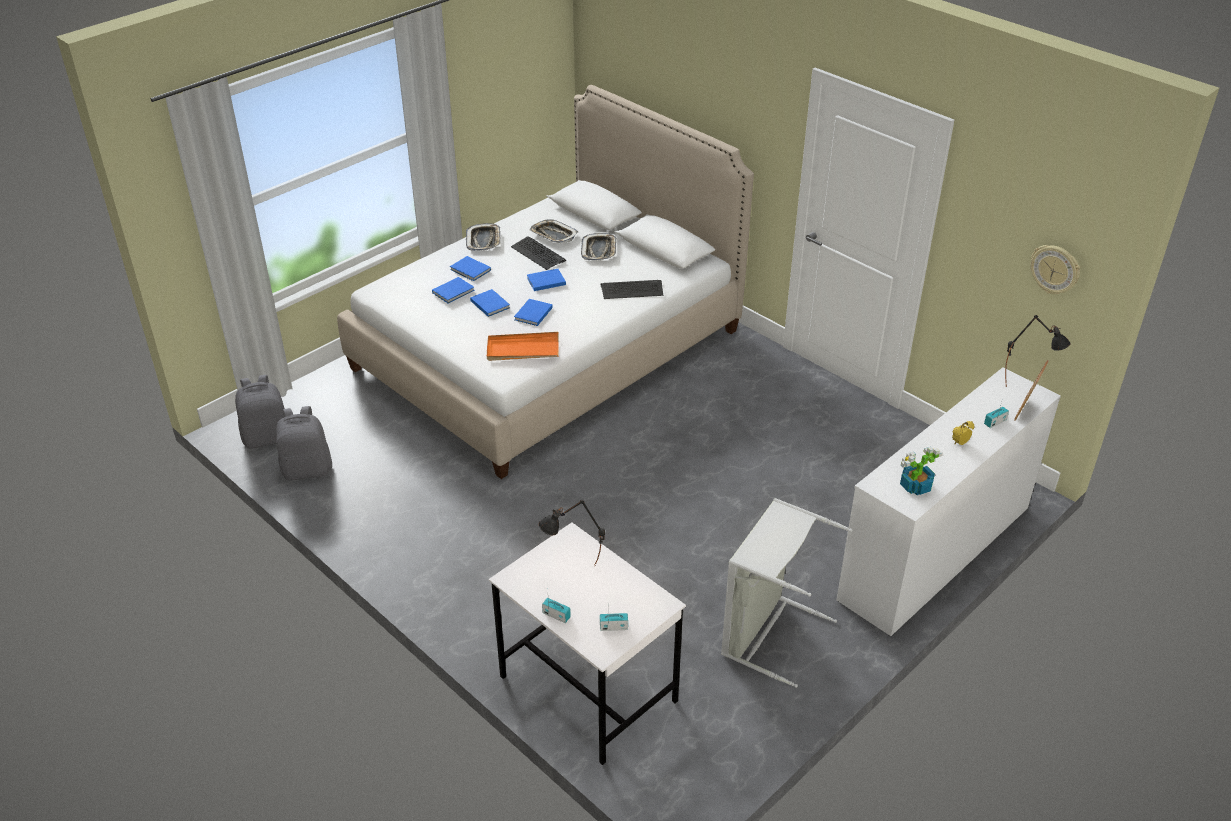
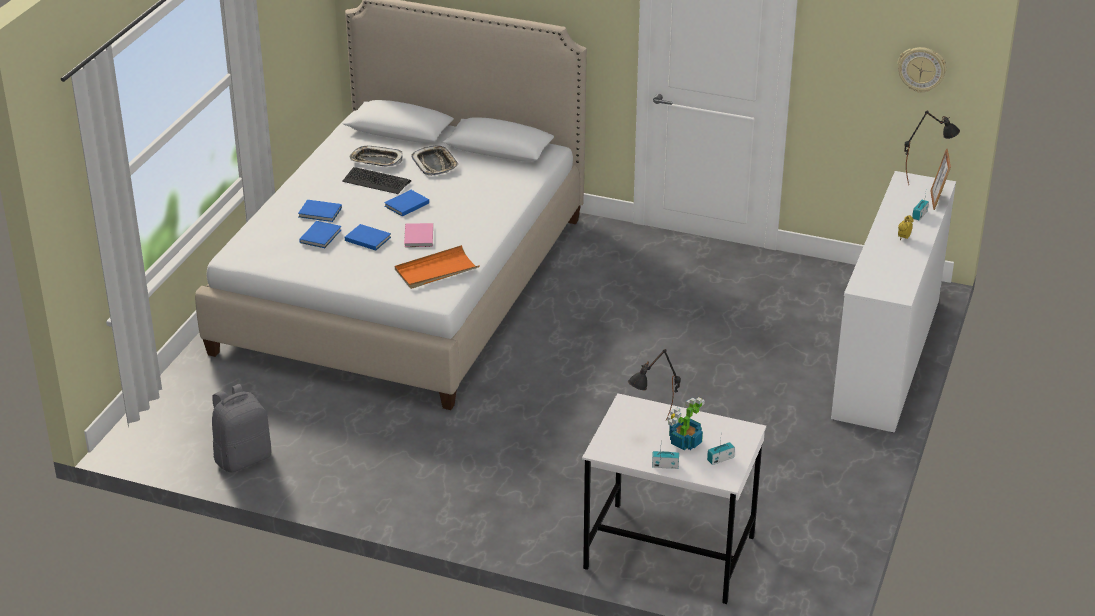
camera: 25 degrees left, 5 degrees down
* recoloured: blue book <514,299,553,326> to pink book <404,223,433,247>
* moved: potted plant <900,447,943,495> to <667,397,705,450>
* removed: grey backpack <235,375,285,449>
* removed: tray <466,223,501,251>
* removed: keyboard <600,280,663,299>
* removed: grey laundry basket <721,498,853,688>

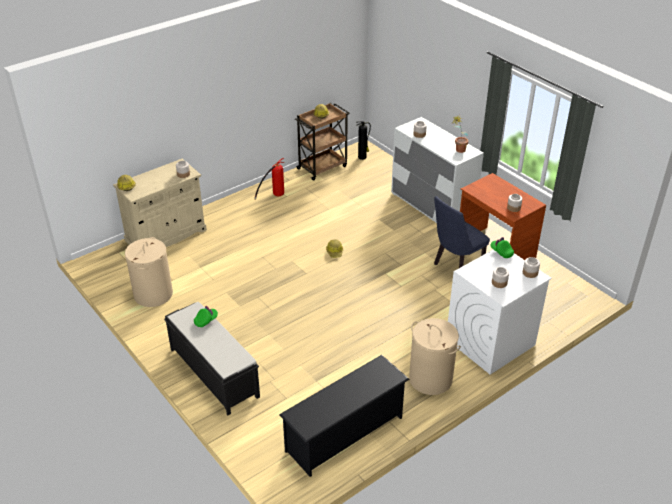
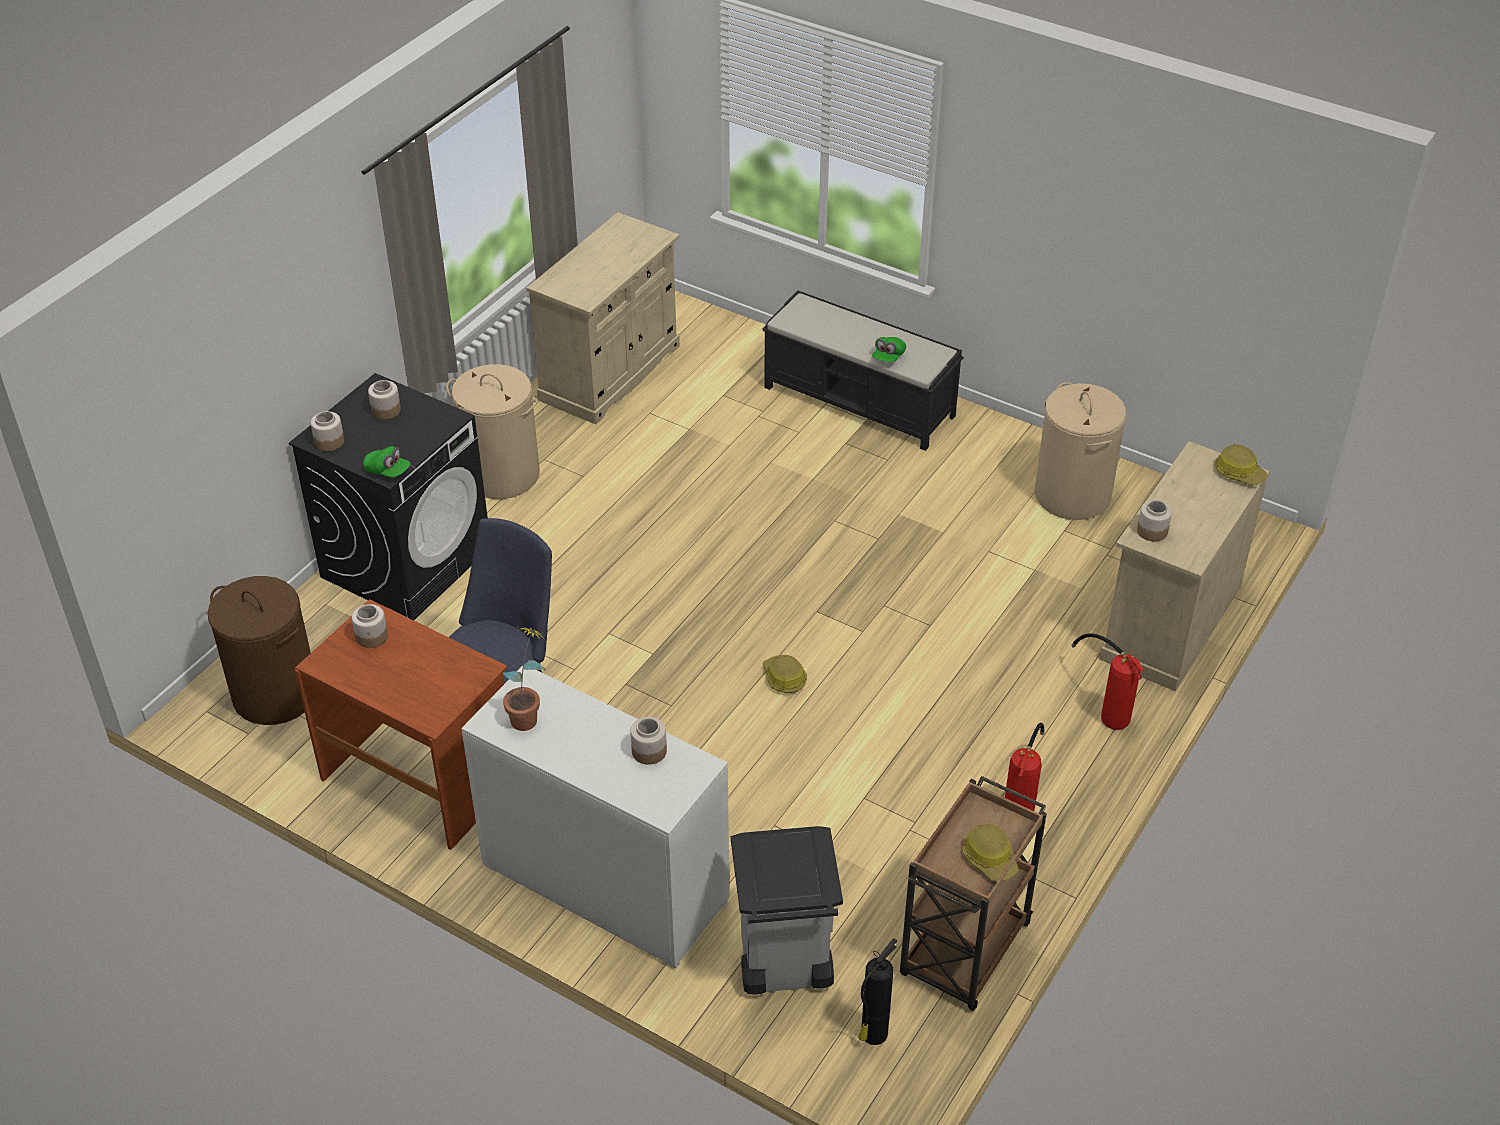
camera: 160 degrees right, 5 degrees up
* added: brown laundry basket <207,576,311,725>
* recoloured: white washing machine <448,250,552,375> to black washing machine <289,373,488,620>
* replaced: black shoe rack <279,355,410,477> to beige cabinet <526,212,680,424>
* added: grey trash can <731,826,843,995>
* added: fire extinguisher <1071,634,1144,730>

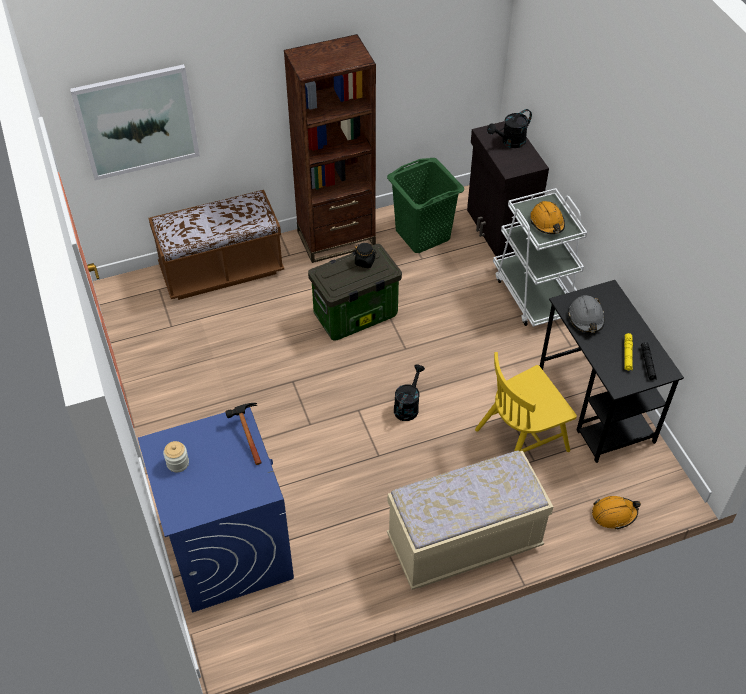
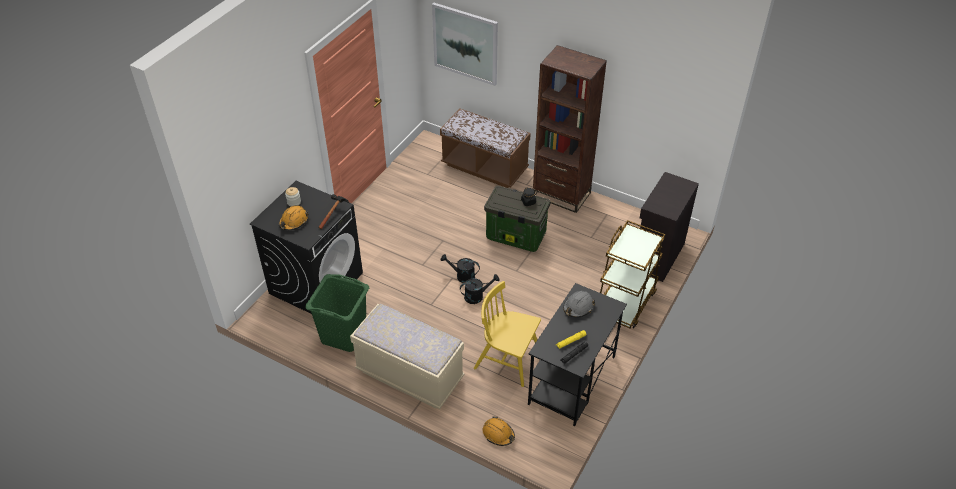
camera: 50 degrees right, 5 degrees down
* recoloured: blue washing machine <138,407,294,613> to black washing machine <250,181,363,314>
* moved: orange hard hat <530,201,565,234> to <279,205,309,230>
* moved: green laundry basket <387,158,464,253> to <305,274,369,352>
* moved: black watering can <487,109,532,148> to <441,254,480,283>
* recoloured: white cart <493,188,587,327> to brown cart <600,220,665,328>

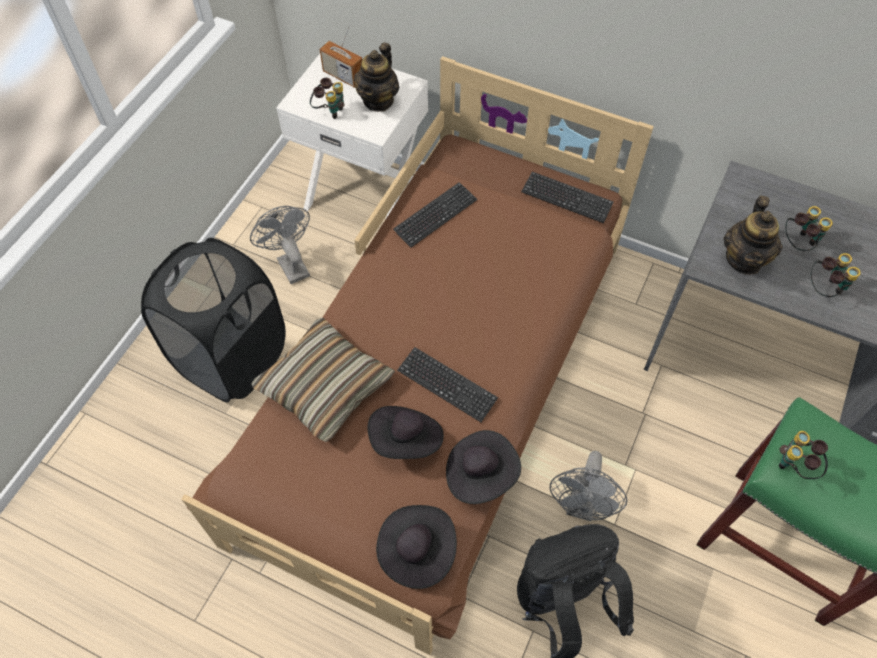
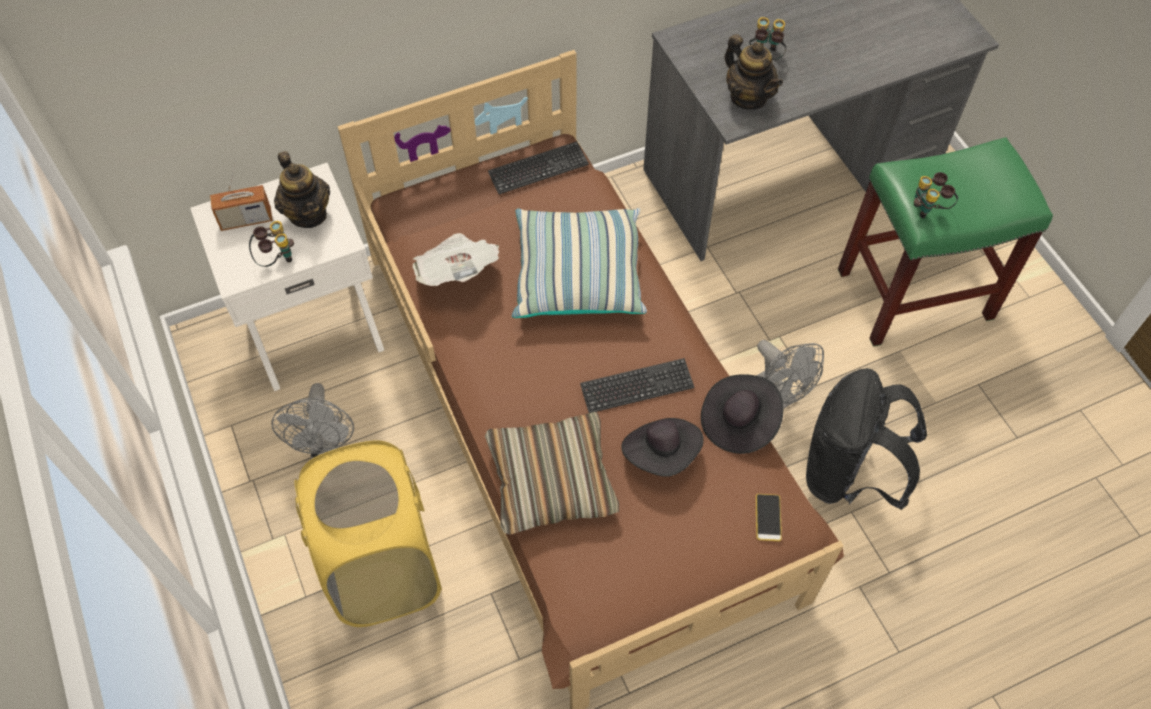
camera: 50 degrees left, 0 degrees up
* turned: grey fan <250,206,310,284> = <271,383,354,459> 105 degrees counterclockwise
* recoloured: black laundry basket <141,238,286,402> to yellow laundry basket <294,440,442,627>
* replaced: keyboard <393,182,477,248> to newspaper <413,233,499,286>
* added: pillow <512,208,647,318>
* replaced: black hat <376,505,457,589> to phone <756,494,782,541>
* removed: binoculars <811,253,861,297>

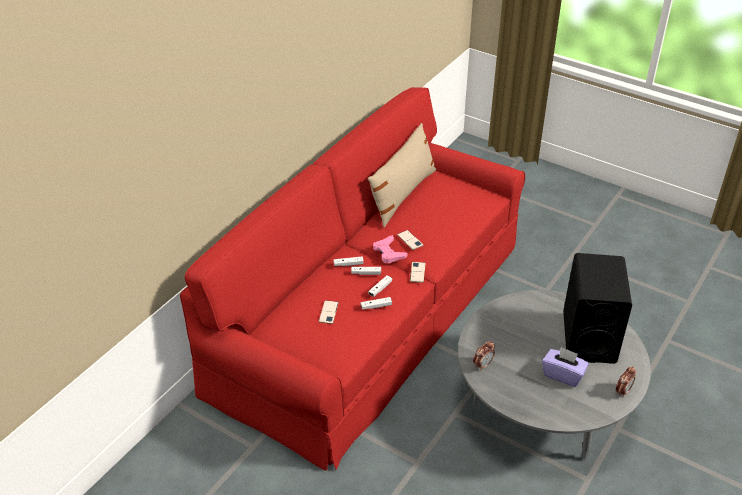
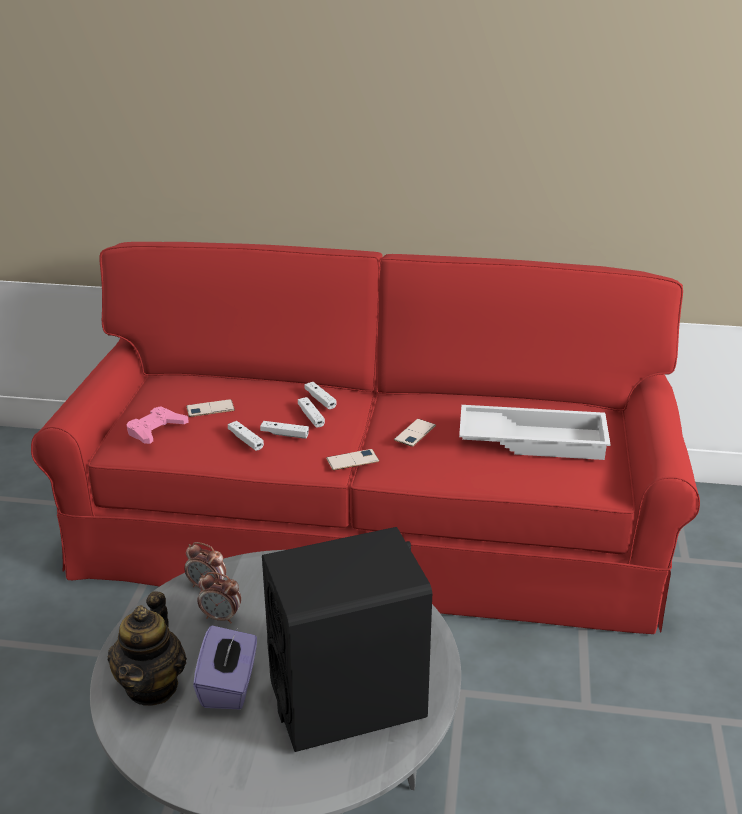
camera: 65 degrees right, 10 degrees down
* added: teapot <107,591,187,706>
* moved: pink game controller <373,235,407,264> to <126,406,189,444>
* moved: alarm clock <616,366,636,398> to <197,572,241,624>
* added: white tray <459,405,611,460>
* removed: beige pillow <368,123,437,228>

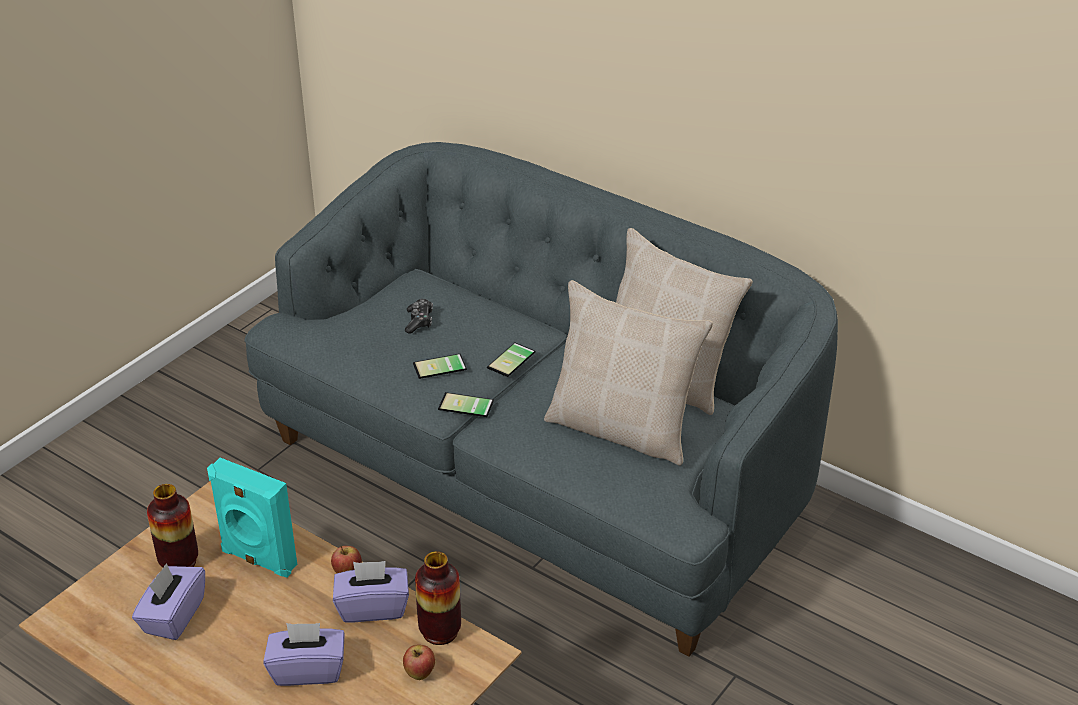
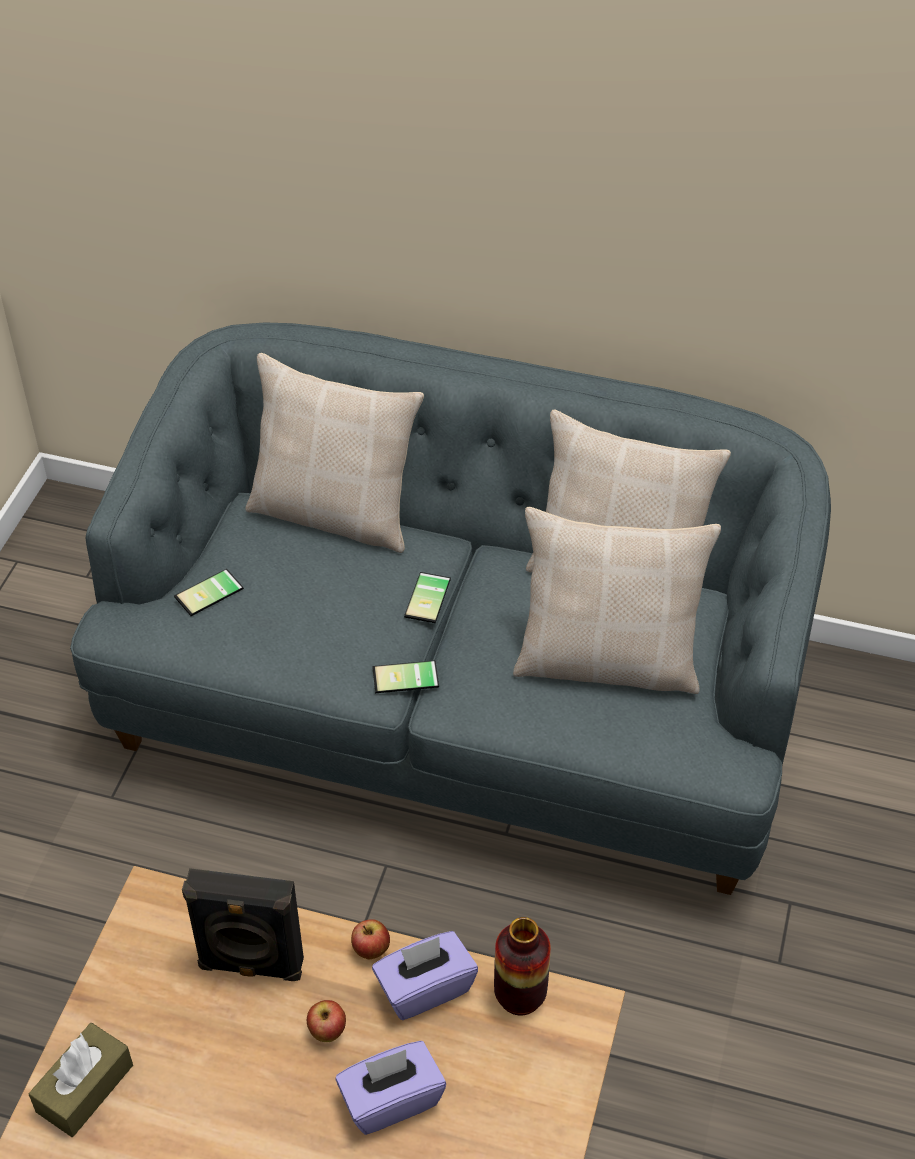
camera: 20 degrees left, 10 degrees up
* added: brown tissue box <29,1023,133,1137>
* moved: phone <413,354,467,379> to <174,569,244,616>
* recoloured: turquoise speaker <207,458,297,578> to black speaker <182,868,304,981>
* added: beige pillow <245,353,424,553>
* moved: apple <403,645,435,680> to <307,1000,346,1042>
* removed: purple tissue box <132,563,205,640>
* removed: vase <147,484,198,567>
* removed: game controller <405,299,433,334>

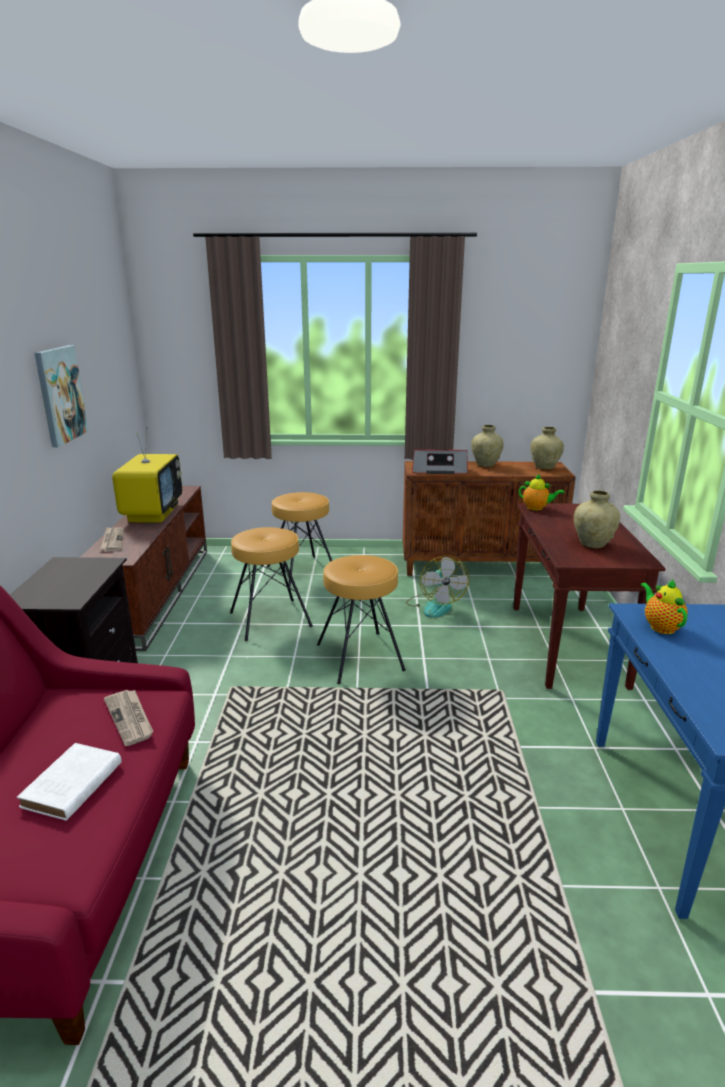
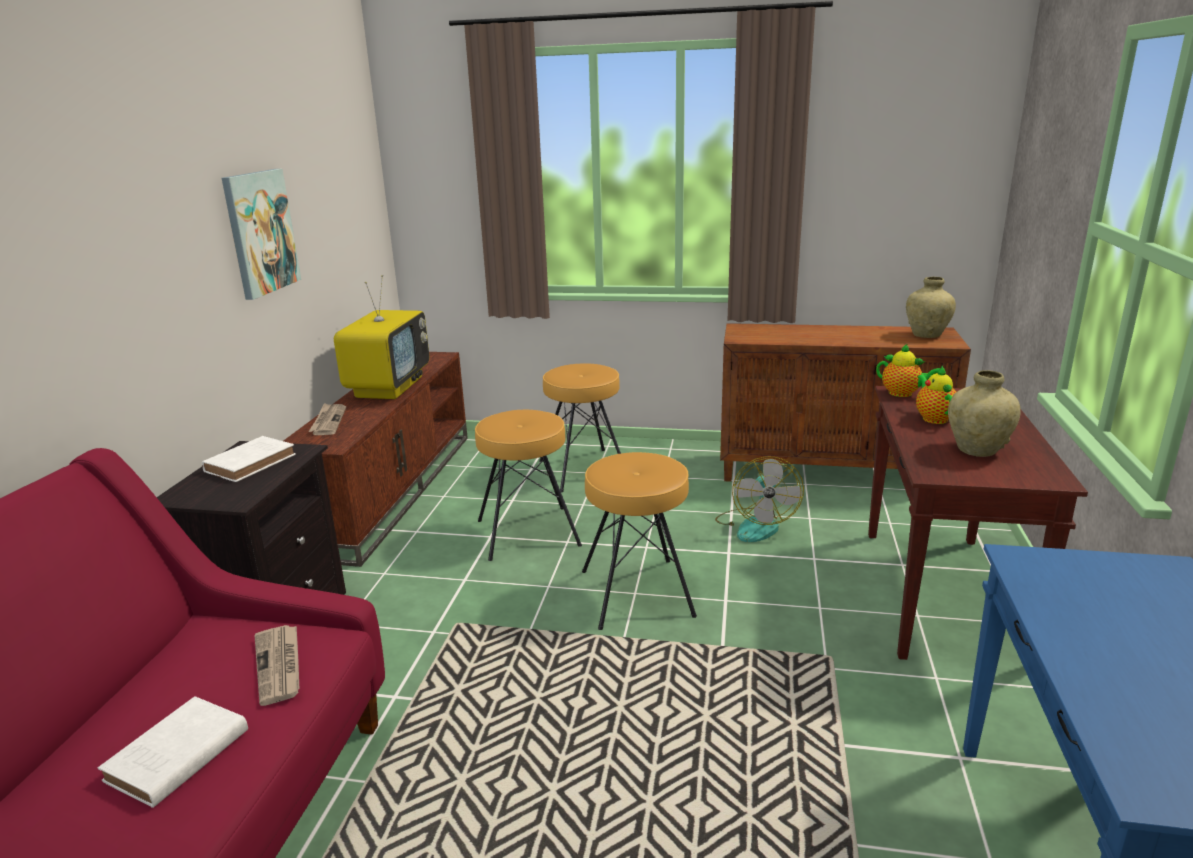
camera: 10 degrees right, 0 degrees up
* added: white book <202,436,296,482>
* moved: teapot <640,579,688,634> to <916,366,956,424>
* removed: radio <412,449,468,474>
* removed: beige vase <471,425,504,467>

